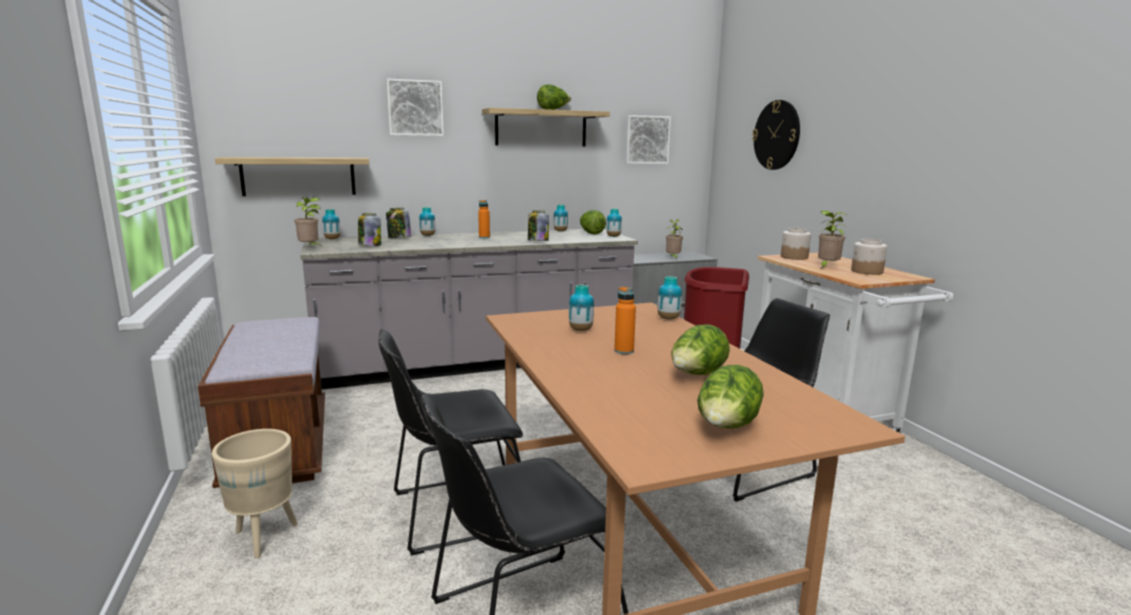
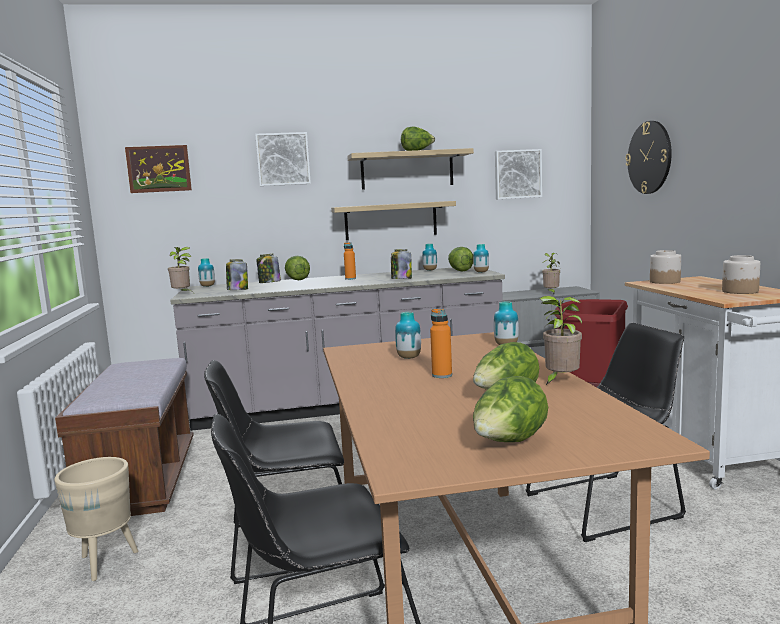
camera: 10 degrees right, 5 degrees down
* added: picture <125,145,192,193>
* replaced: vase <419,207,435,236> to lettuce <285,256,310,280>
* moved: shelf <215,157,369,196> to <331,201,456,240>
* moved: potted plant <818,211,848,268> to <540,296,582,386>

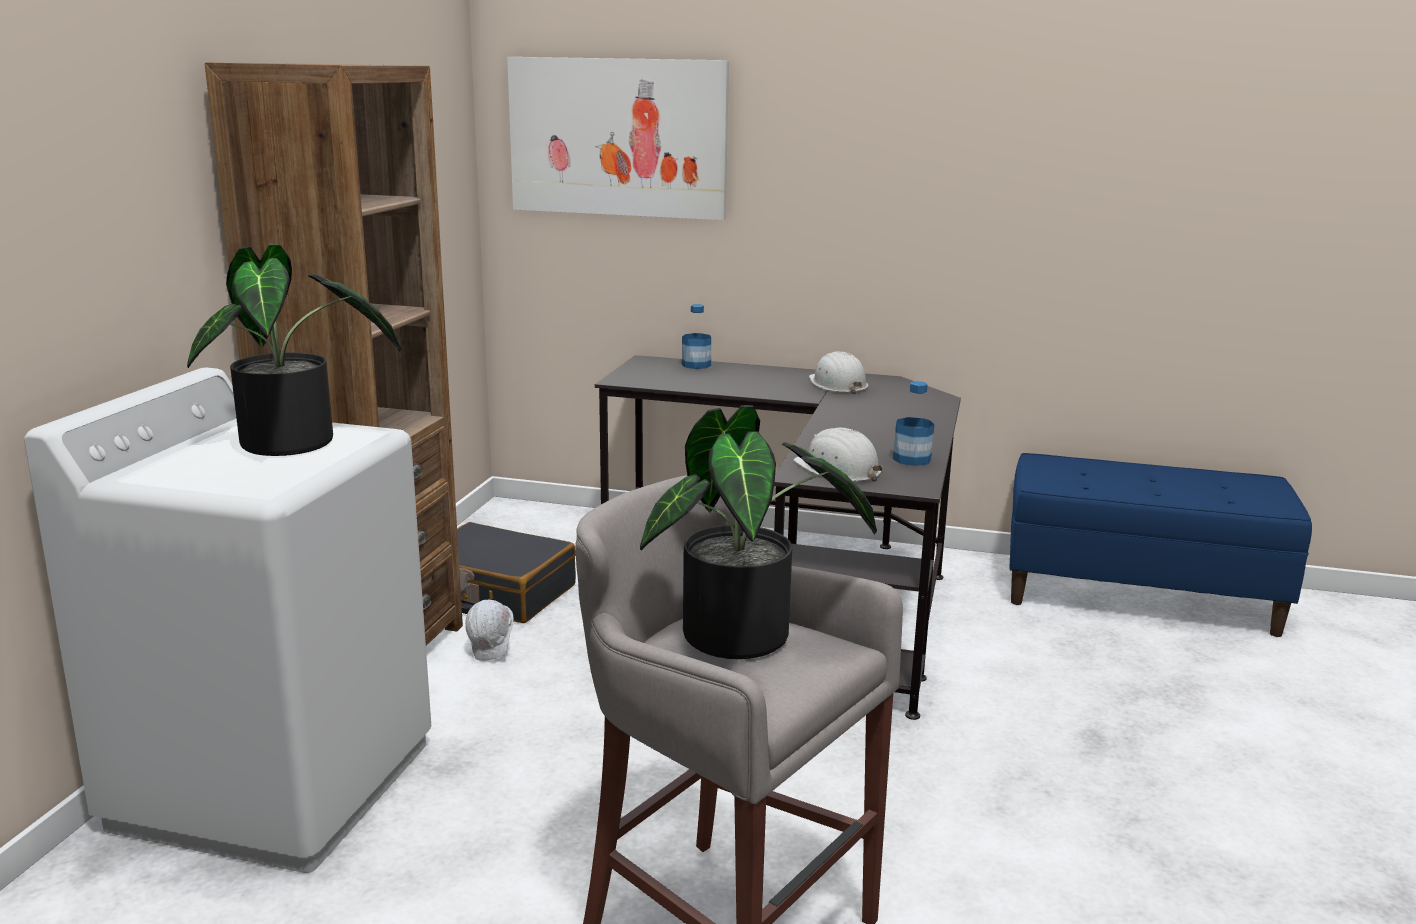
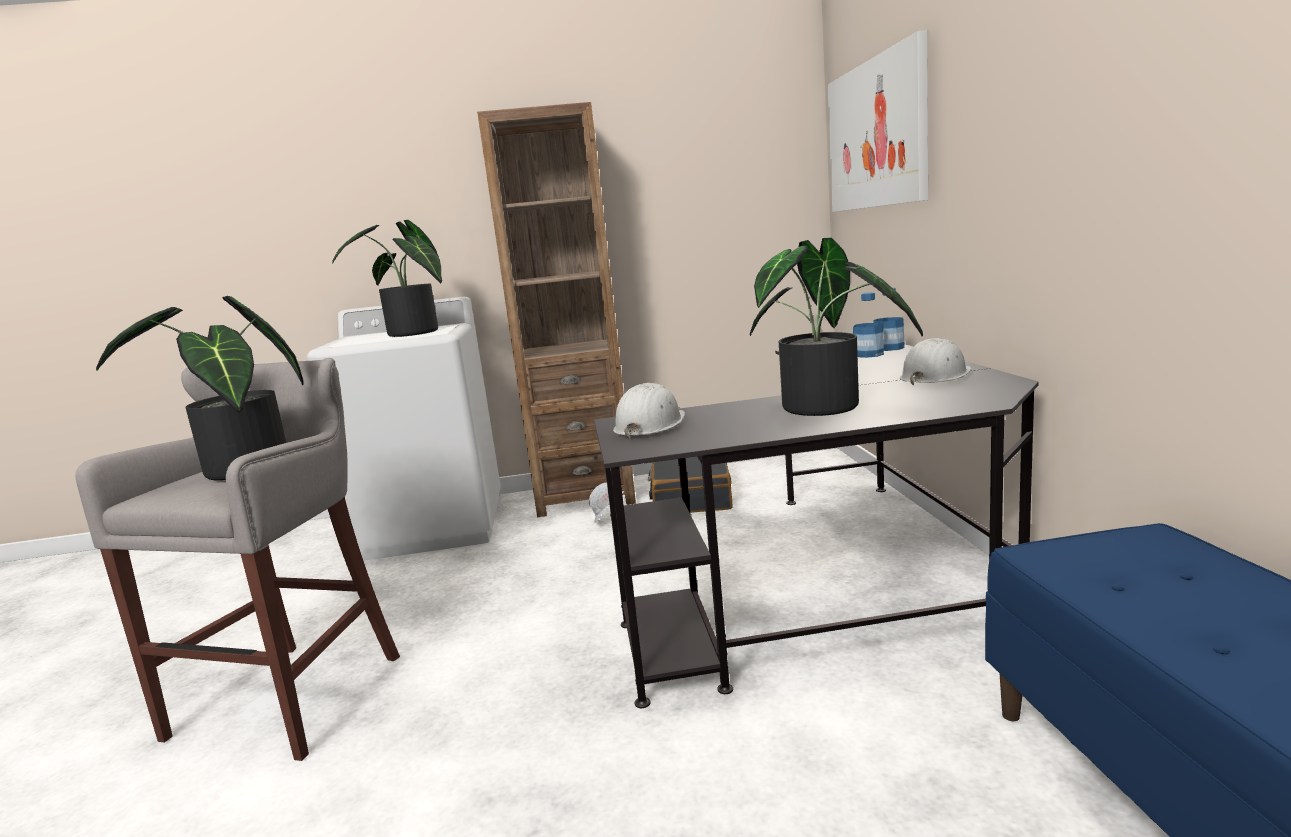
camera: 70 degrees right, 5 degrees down
* added: potted plant <750,237,923,416>
* moved: bottle <893,381,935,466> to <853,292,884,358>

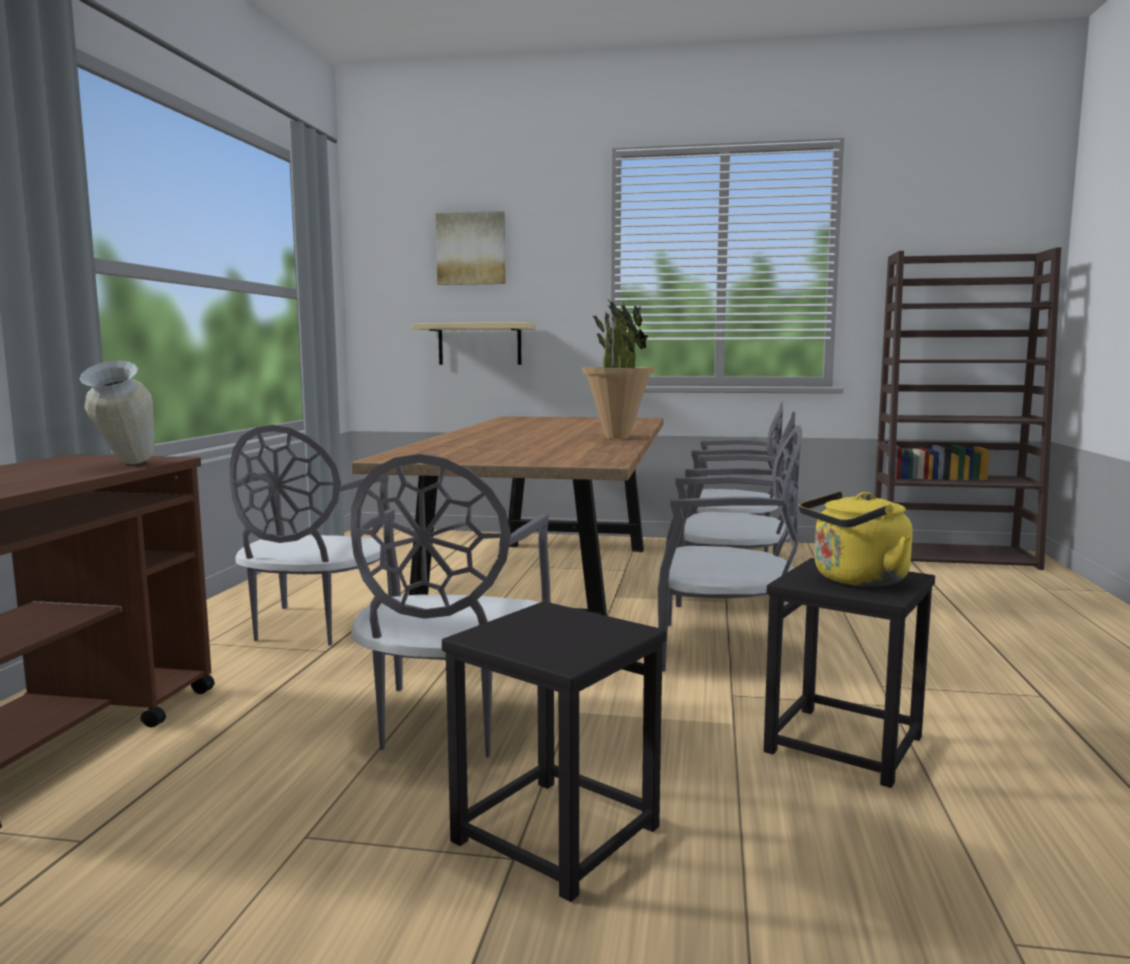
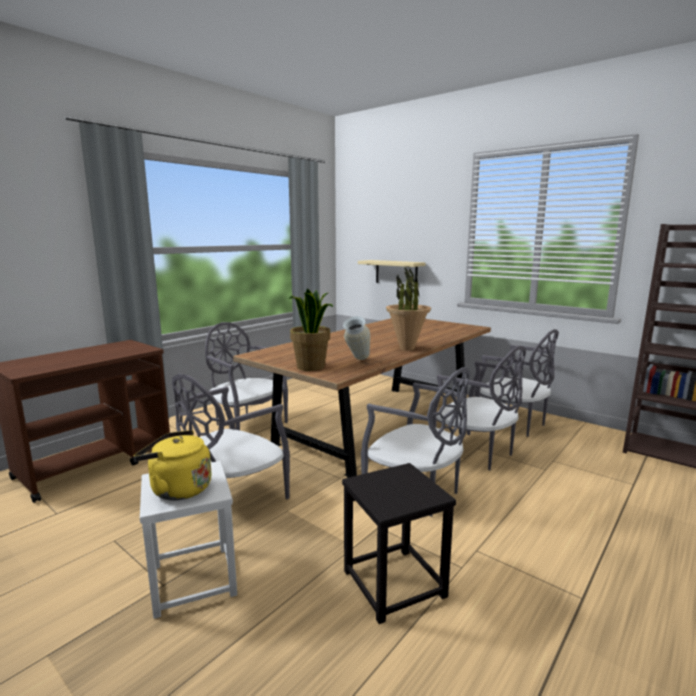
camera: 30 degrees right, 5 degrees up
* moved: yellow kettle <799,491,913,587> to <134,430,212,500>
* recoloured: black stool <442,601,666,902> to white stool <140,461,237,619>
* turned: grey chair <230,425,391,646> = <205,322,288,430> 90 degrees clockwise
* added: potted plant <288,288,333,371>
* moved: vase <80,360,155,464> to <343,316,370,360>
* removed: picture <436,211,506,285>

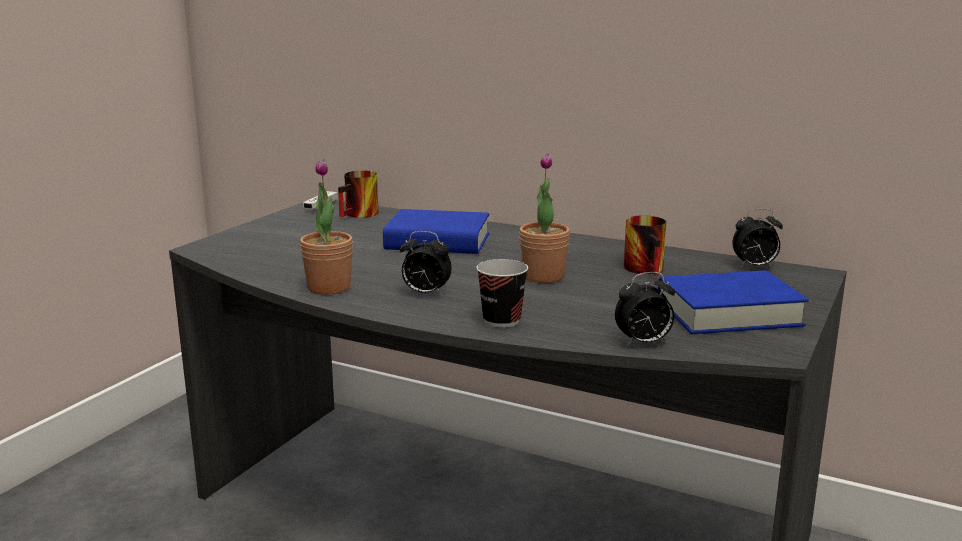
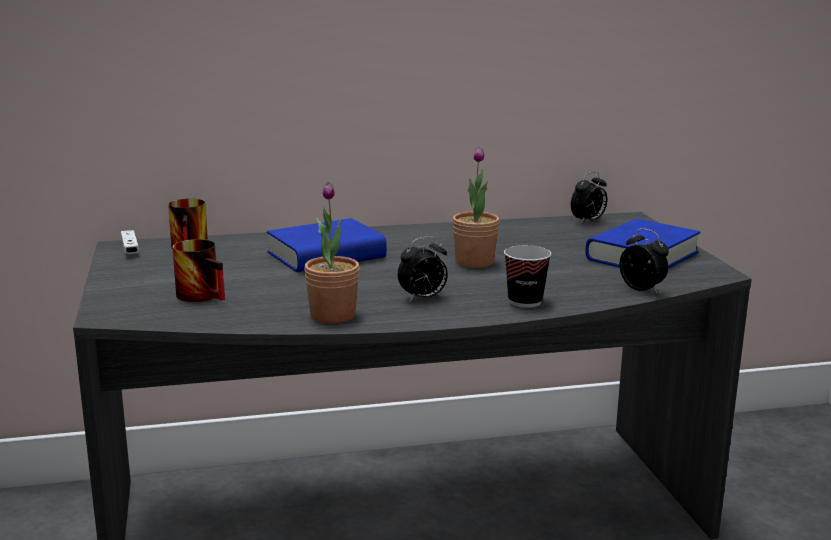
camera: 40 degrees left, 0 degrees up
* moved: mug <624,215,666,276> to <173,239,225,302>
* turned: alarm clock <615,272,675,346> = <619,228,669,294> 75 degrees counterclockwise

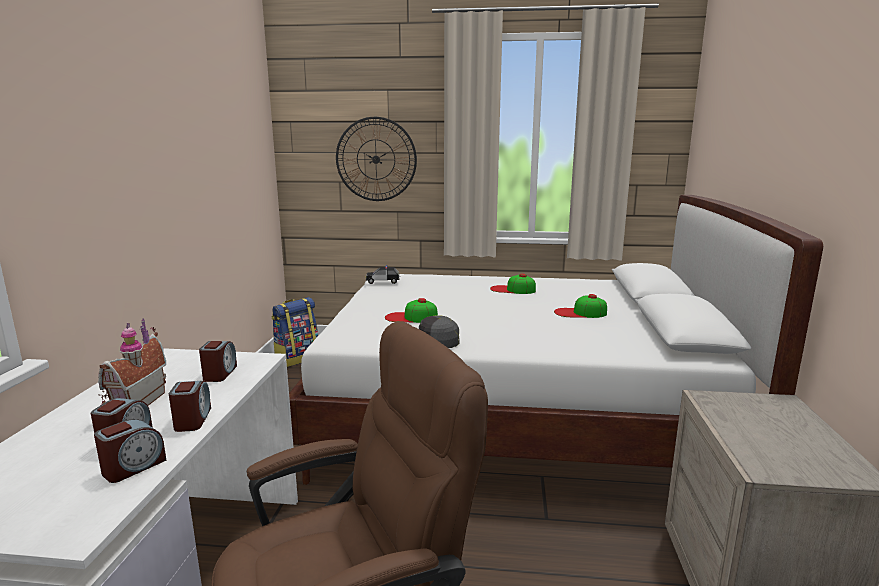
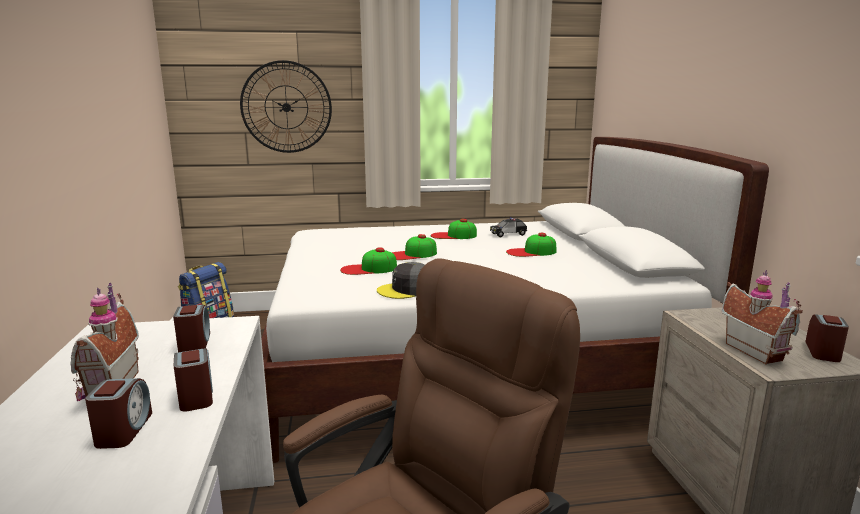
camera: 15 degrees left, 0 degrees up
* added: cap <392,234,437,260>
* moved: toy car <366,266,400,284> to <490,217,527,237>
* added: toy house <721,270,803,364>
* moved: alarm clock <94,419,167,483> to <805,314,849,362>

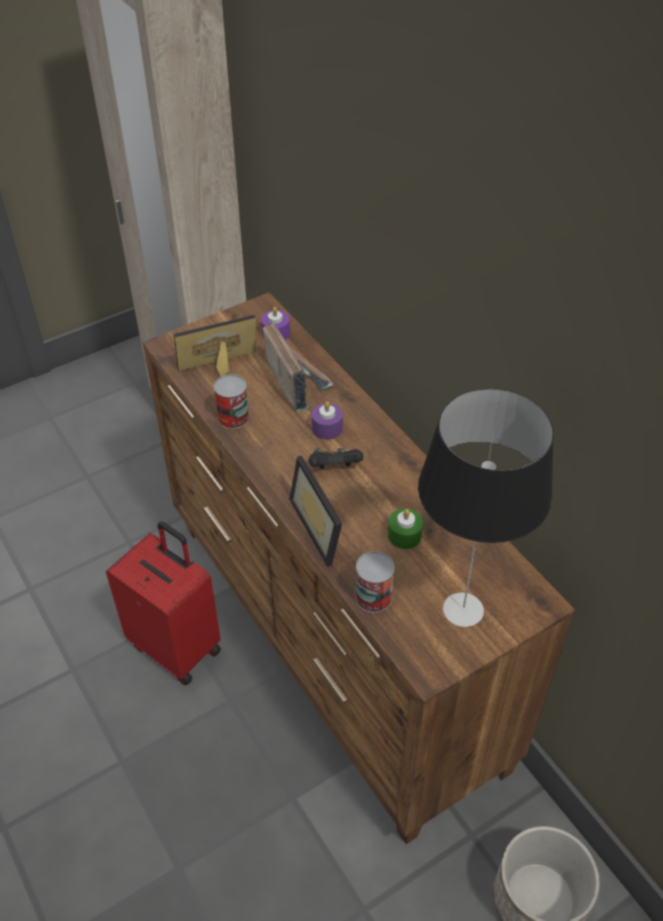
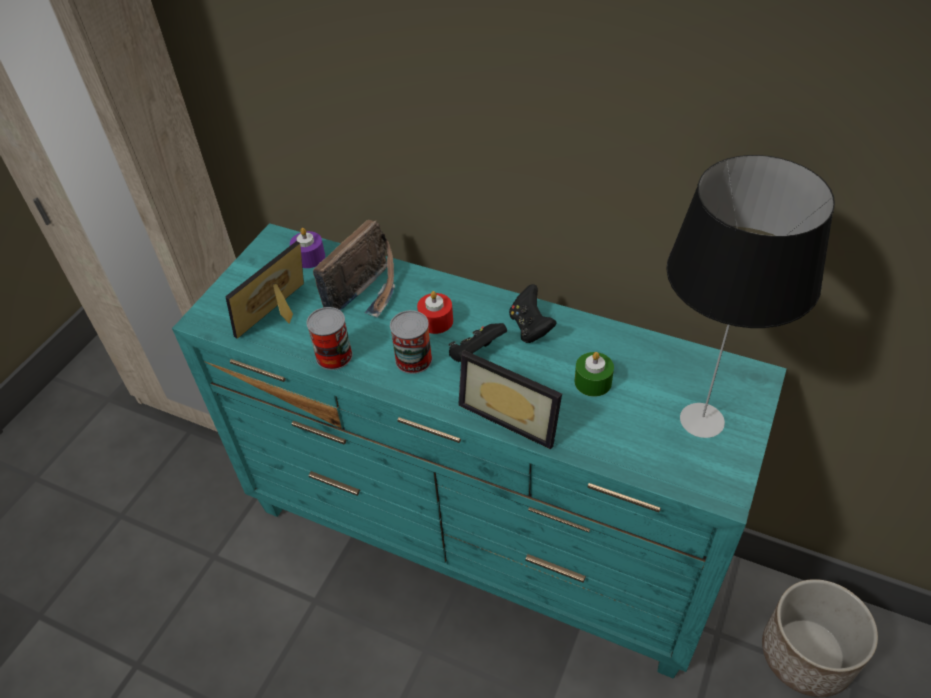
camera: 30 degrees left, 0 degrees up
* recoloured: brown dresser <143,292,575,844> to turquoise dresser <172,223,787,678>
* turned: radio <263,322,334,412> = <313,220,395,318> 90 degrees clockwise
* moved: can <355,551,395,613> to <390,310,432,374>
* recoloured: purple candle <312,401,343,439> to red candle <417,291,453,334>
* added: black game controller <509,284,557,343>
* removed: red suitcase <106,521,221,685>

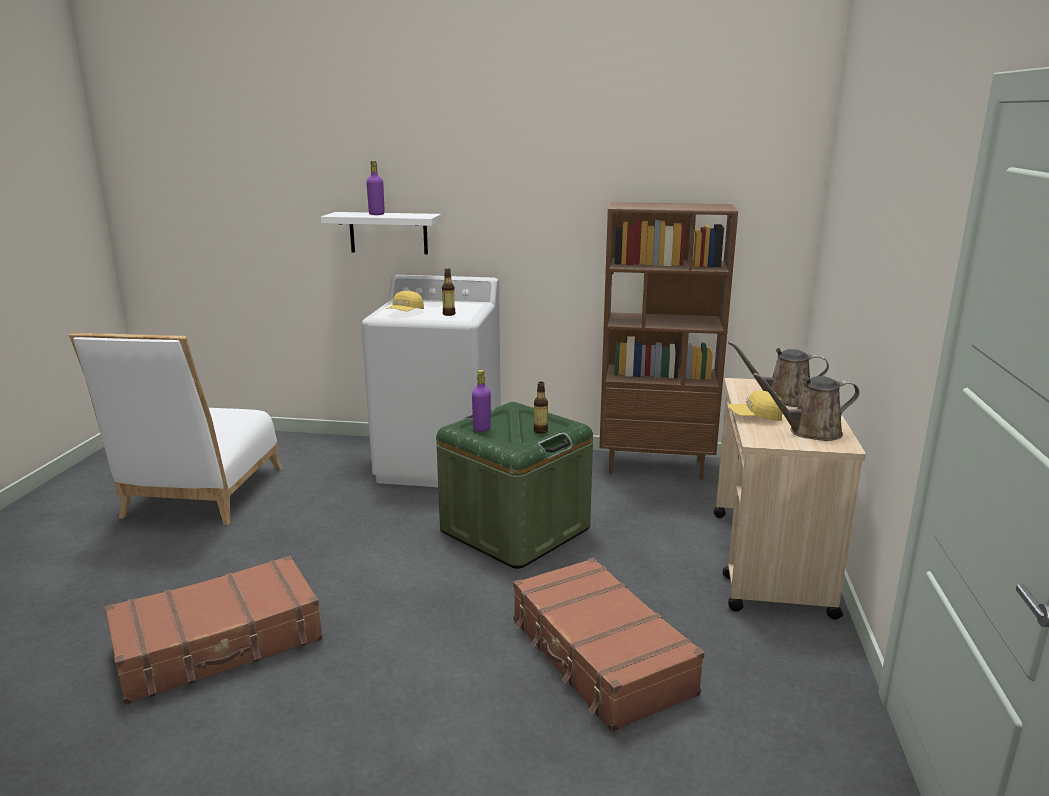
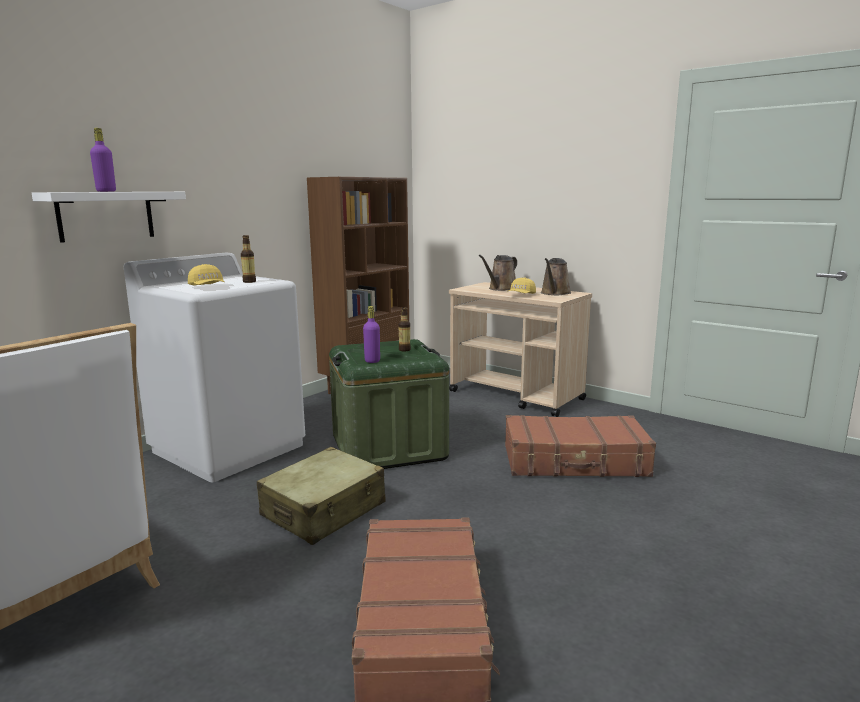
camera: 60 degrees left, 5 degrees down
* added: beige suitcase <257,447,385,545>

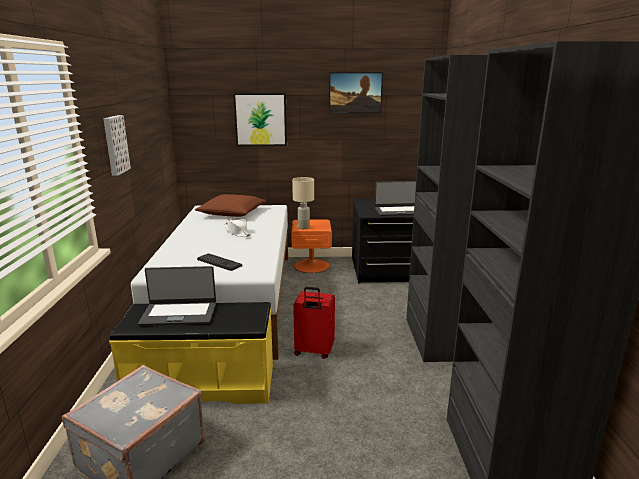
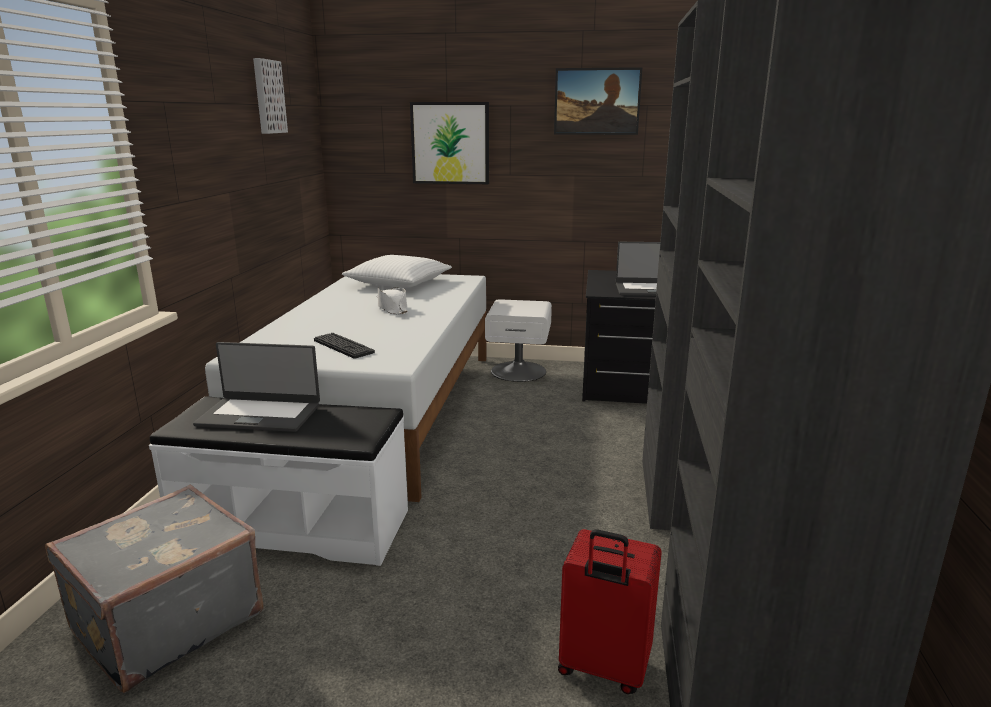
camera: 10 degrees right, 0 degrees up
* recoloured: yellow bench <109,302,273,404> to white bench <149,397,408,566>
* moved: picture <103,115,131,176> to <253,58,288,134>
* recoloured: brown pillow <195,194,266,217> to white pillow <342,255,452,288>
* recoloured: orange nightstand <291,220,332,273> to white nightstand <485,299,552,382>
* moved: red suitcase <293,287,335,359> to <558,529,662,694>
* removed: beige table lamp <292,177,314,229>

